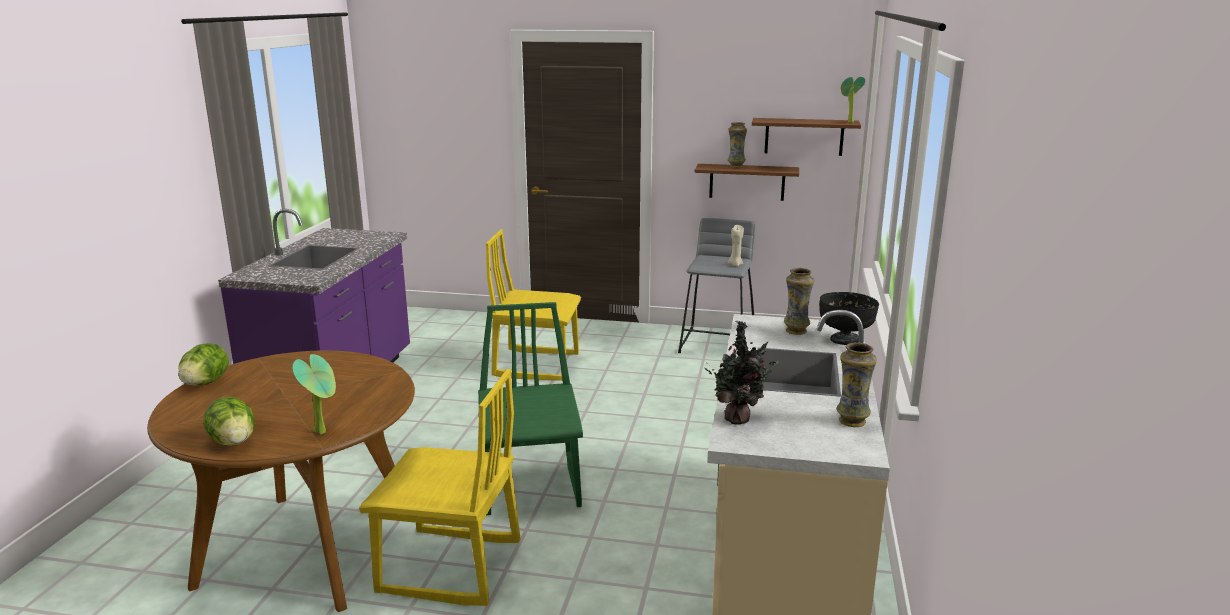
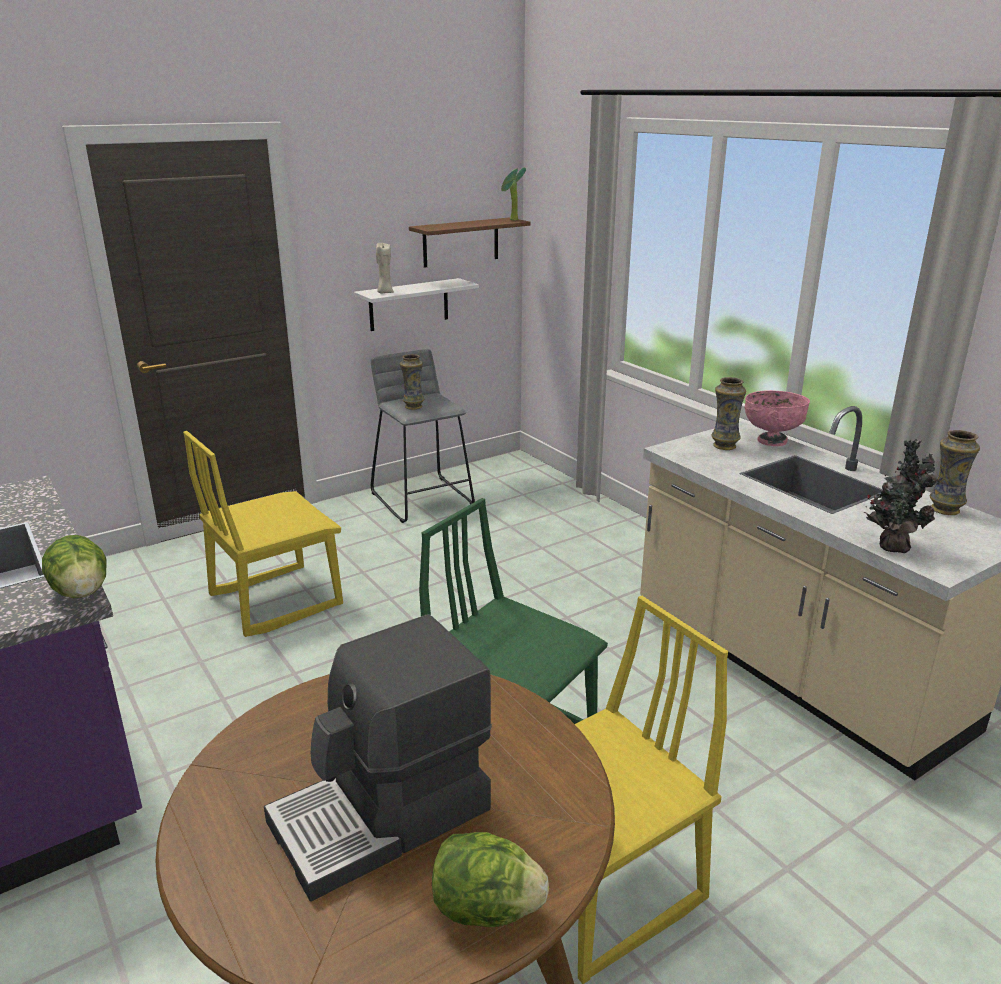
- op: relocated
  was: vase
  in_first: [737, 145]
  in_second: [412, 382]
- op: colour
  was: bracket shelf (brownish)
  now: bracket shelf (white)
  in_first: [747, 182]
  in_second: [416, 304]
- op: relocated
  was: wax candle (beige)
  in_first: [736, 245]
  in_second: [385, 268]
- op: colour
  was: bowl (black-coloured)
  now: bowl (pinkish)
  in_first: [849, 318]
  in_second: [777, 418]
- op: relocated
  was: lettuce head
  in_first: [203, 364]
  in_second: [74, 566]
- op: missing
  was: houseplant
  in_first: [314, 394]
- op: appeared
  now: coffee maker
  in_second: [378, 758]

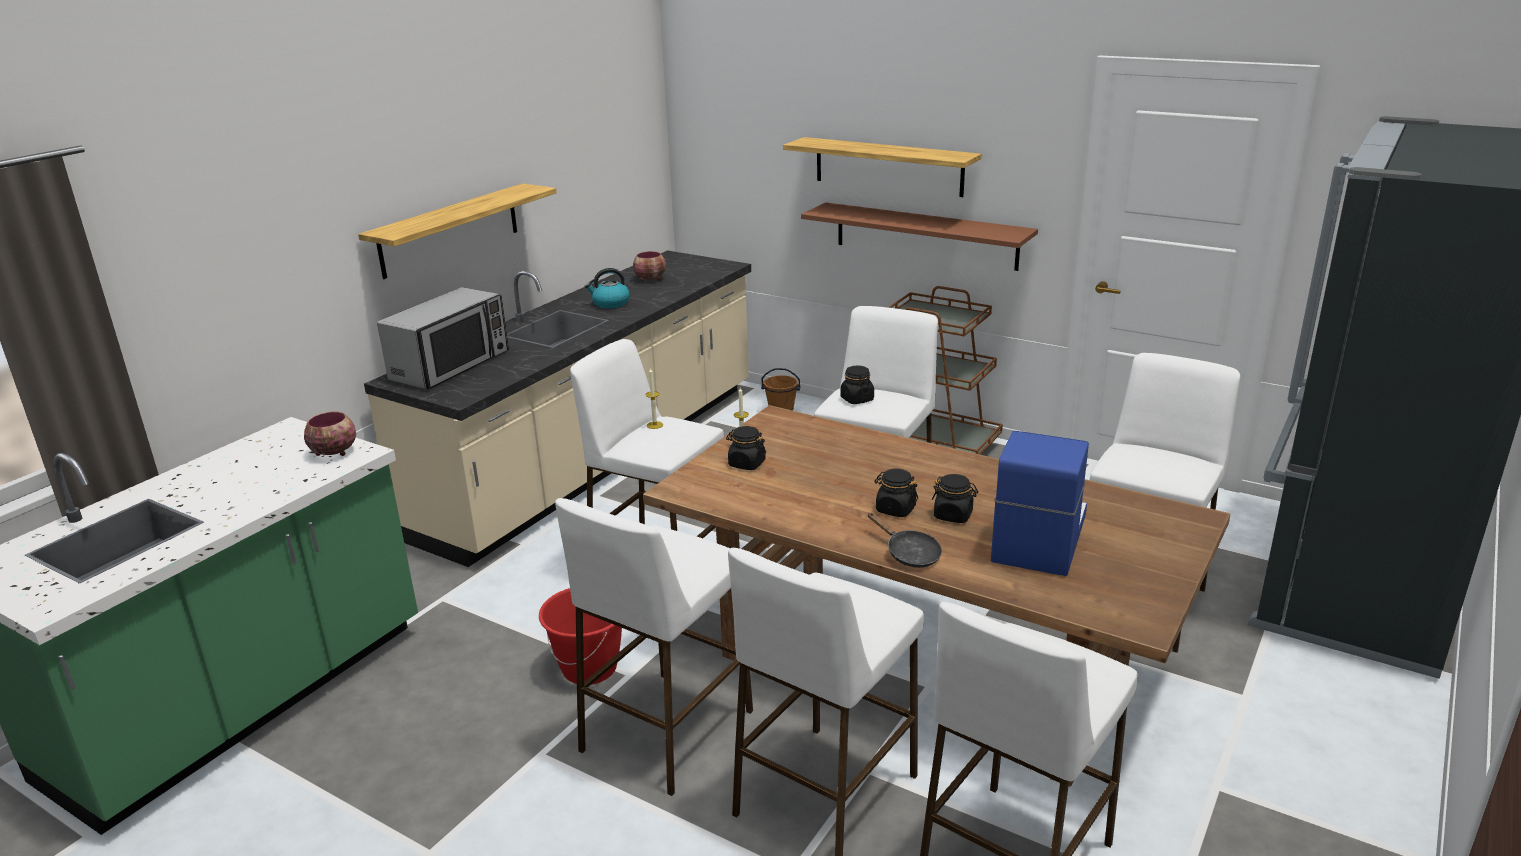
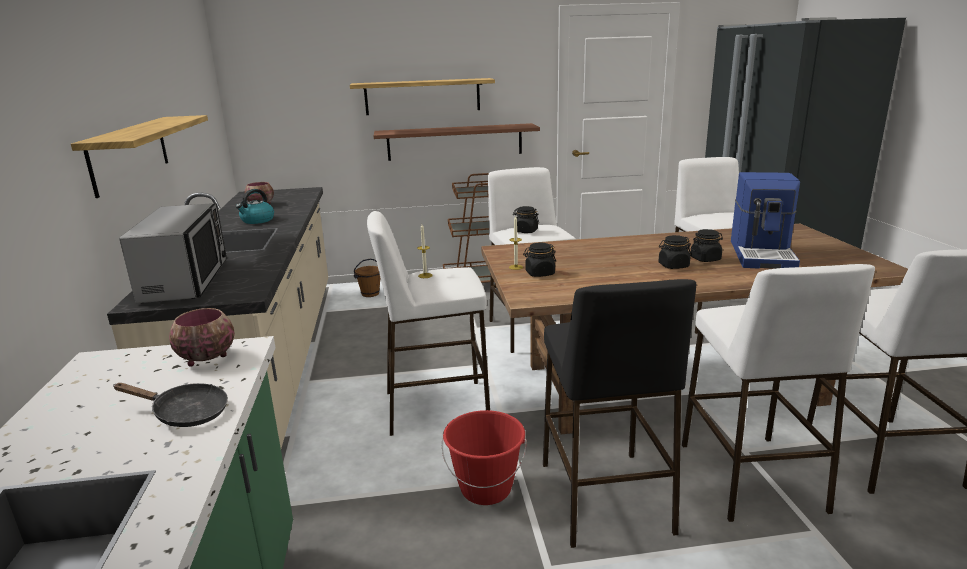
- op: spun
  was: coffee maker
  in_first: [1040, 503]
  in_second: [765, 220]
  clockwise: -150
- op: colour
  was: sitting stool (white)
  now: sitting stool (black-coloured)
  in_first: [654, 647]
  in_second: [619, 413]
- op: relocated
  was: skillet (black-coloured)
  in_first: [905, 540]
  in_second: [171, 405]

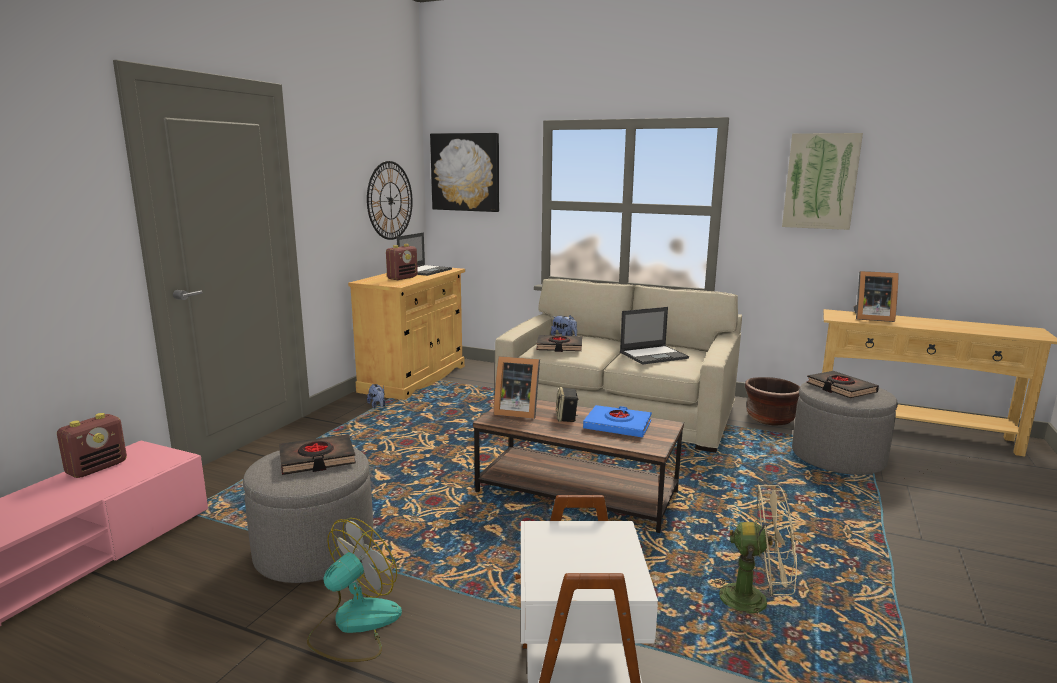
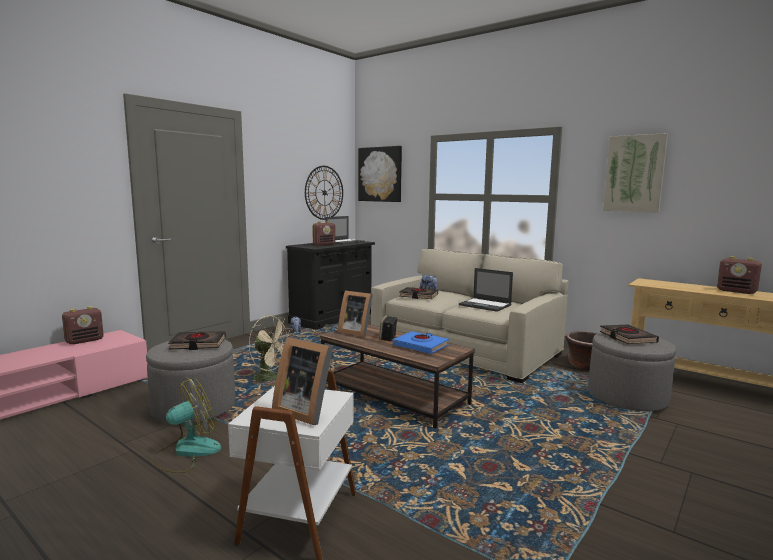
- op: colour
  was: cabinet (beige)
  now: cabinet (black-coloured)
  in_first: [406, 334]
  in_second: [330, 285]
- op: relocated
  was: standing frame
  in_first: [875, 296]
  in_second: [302, 381]
- op: spun
  was: notebook computer
  in_first: [654, 335]
  in_second: [486, 290]
  clockwise: 45
- op: relocated
  was: cooling fan (beige)
  in_first: [754, 550]
  in_second: [271, 349]
- op: appeared
  now: radio set
  in_second: [739, 275]

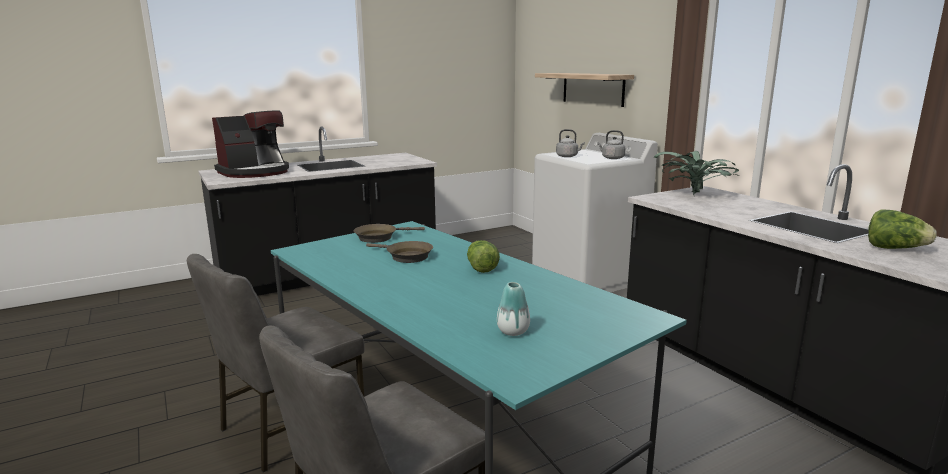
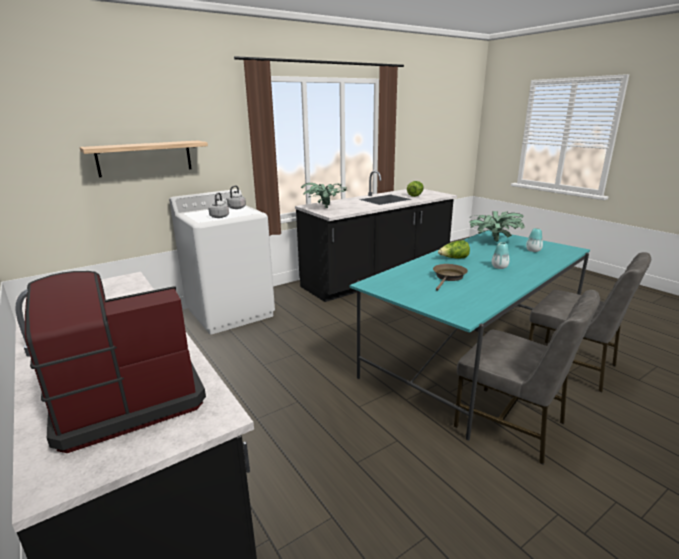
- op: spun
  was: coffee maker
  in_first: [250, 144]
  in_second: [115, 362]
  clockwise: -75
- op: missing
  was: skillet (brownish)
  in_first: [389, 233]
- op: appeared
  now: houseplant
  in_second: [497, 226]
- op: appeared
  now: vase
  in_second: [500, 255]

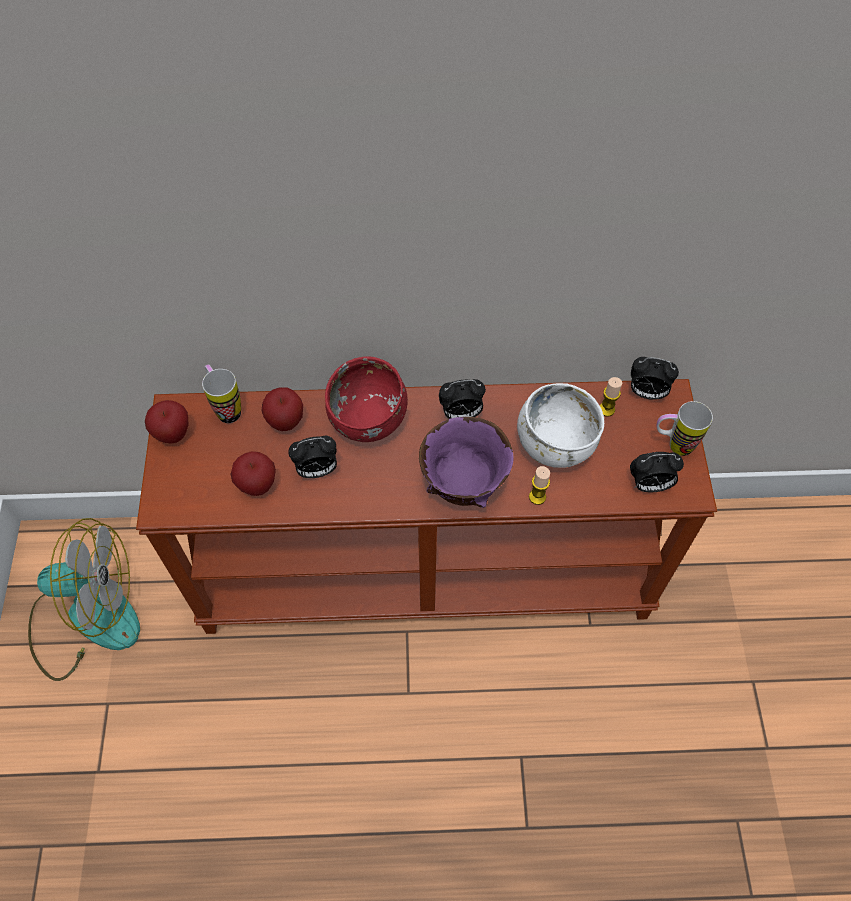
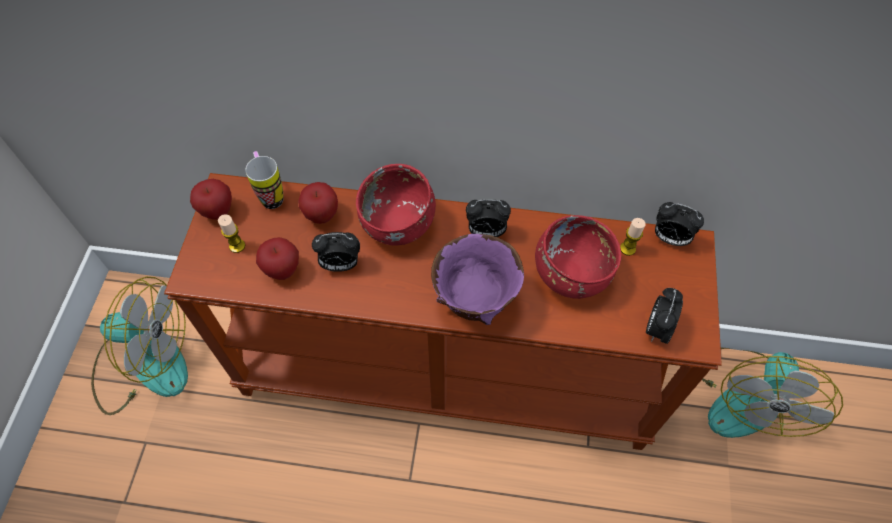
- op: colour
  was: bowl (white)
  now: bowl (reddish)
  in_first: [560, 425]
  in_second: [578, 257]
- op: missing
  was: coffee mug
  in_first: [685, 428]
- op: spun
  was: bedside clock
  in_first: [657, 472]
  in_second: [664, 316]
  clockwise: 105
- op: relocated
  was: wax candle
  in_first: [539, 485]
  in_second: [231, 233]
- op: appeared
  now: cooling fan
  in_second: [772, 393]

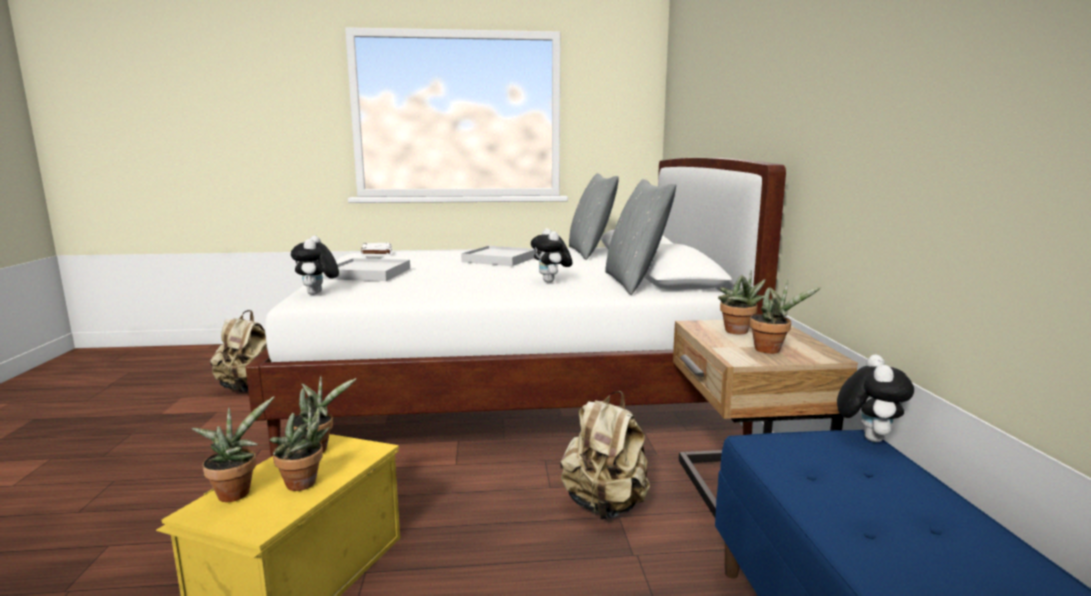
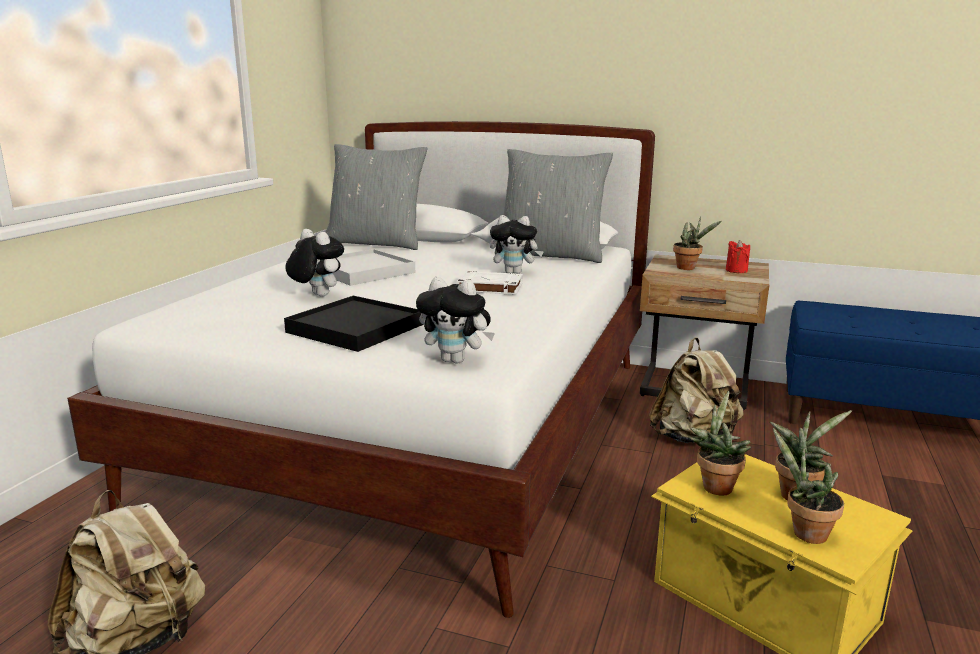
- op: relocated
  was: bound book (white)
  in_first: [376, 249]
  in_second: [490, 283]
- op: colour
  was: serving tray (white)
  now: serving tray (black-coloured)
  in_first: [366, 269]
  in_second: [354, 324]
- op: exchanged
  was: houseplant
  now: wax candle (reddish)
  in_first: [785, 317]
  in_second: [738, 256]
- op: relocated
  was: soft toy
  in_first: [875, 398]
  in_second: [314, 263]

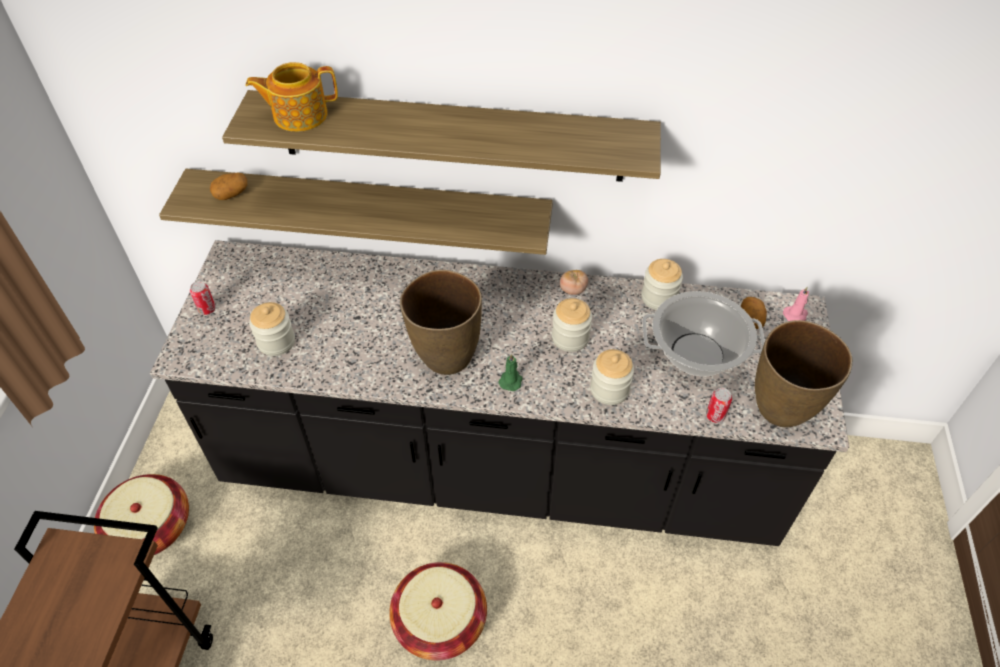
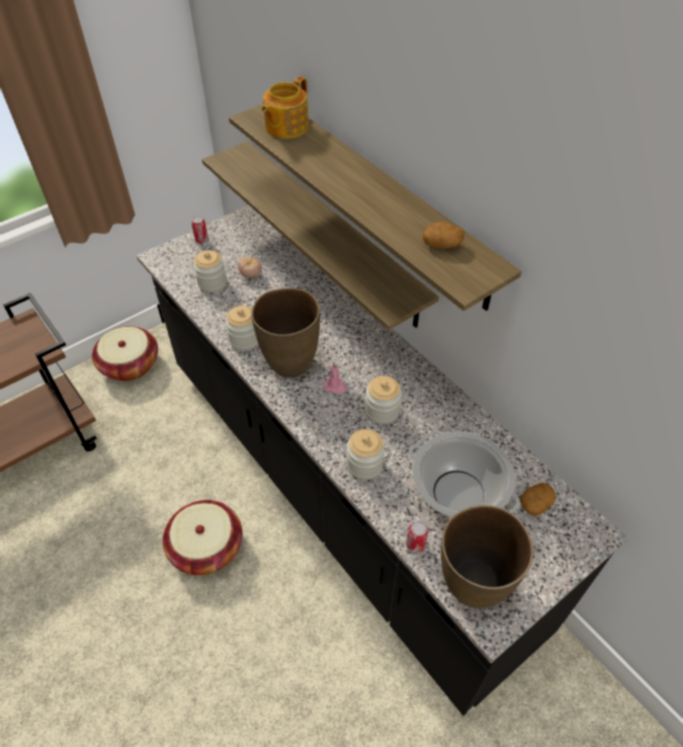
- op: spun
  was: tea pot
  in_first: [292, 97]
  in_second: [285, 107]
  clockwise: -90
- op: relocated
  was: whole potato
  in_first: [228, 186]
  in_second: [443, 235]
- op: relocated
  was: storage jar
  in_first: [662, 284]
  in_second: [241, 328]
- op: relocated
  was: tomato
  in_first: [574, 282]
  in_second: [250, 267]
- op: relocated
  was: wax candle (pinkish)
  in_first: [796, 304]
  in_second: [335, 378]
- op: missing
  was: wax candle (greenish)
  in_first: [510, 372]

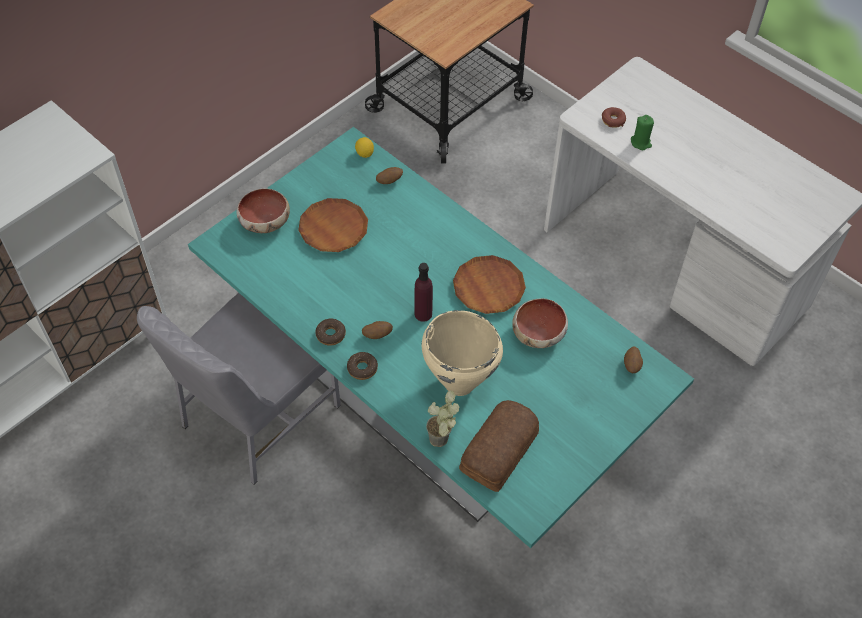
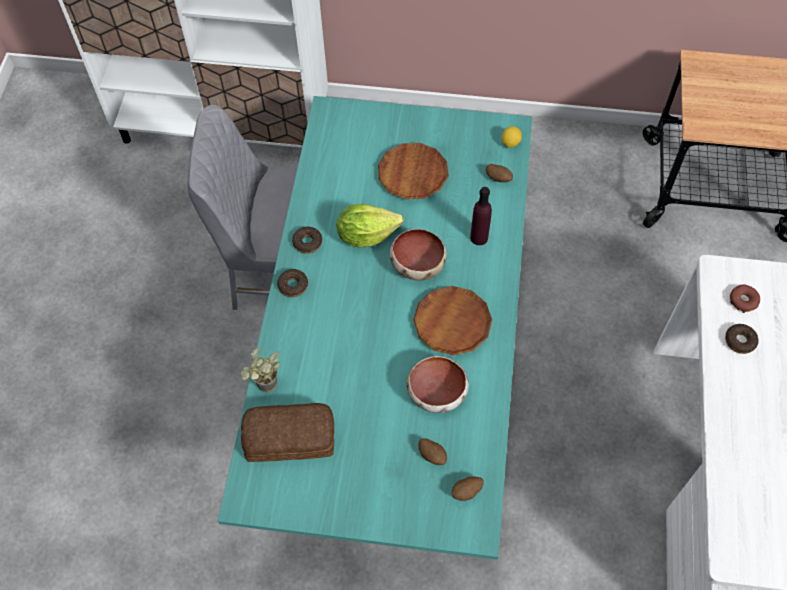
- op: exchanged
  was: wax candle (greenish)
  now: ring doughnut
  in_first: [642, 133]
  in_second: [742, 339]
- op: relocated
  was: bowl
  in_first: [263, 211]
  in_second: [417, 254]
- op: relocated
  was: drink bottle (purplish)
  in_first: [424, 292]
  in_second: [481, 216]
- op: missing
  was: saucepot (beige)
  in_first: [462, 353]
- op: relocated
  was: whole potato
  in_first: [377, 330]
  in_second: [433, 451]
- op: appeared
  now: lettuce head
  in_second: [370, 226]

